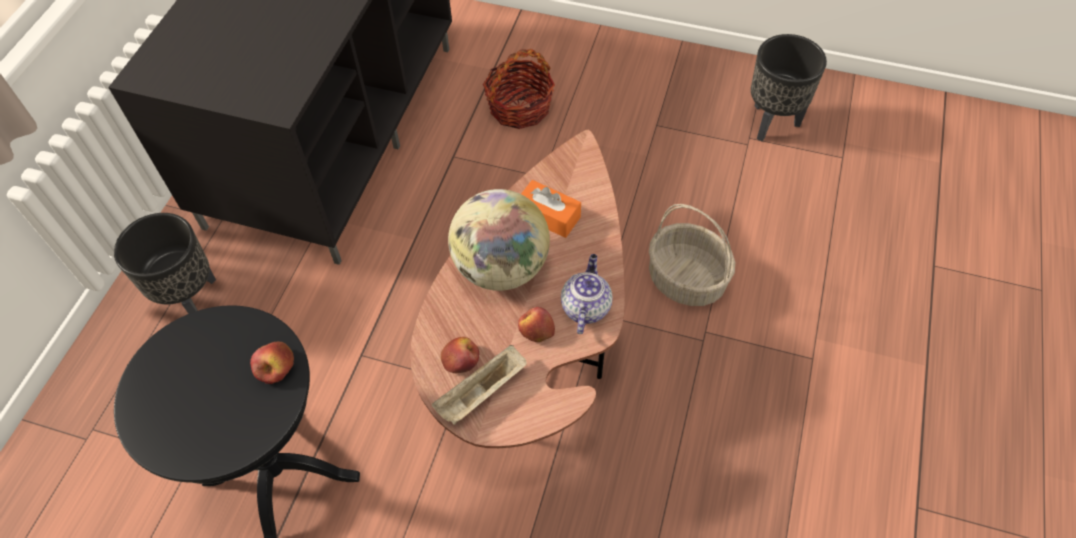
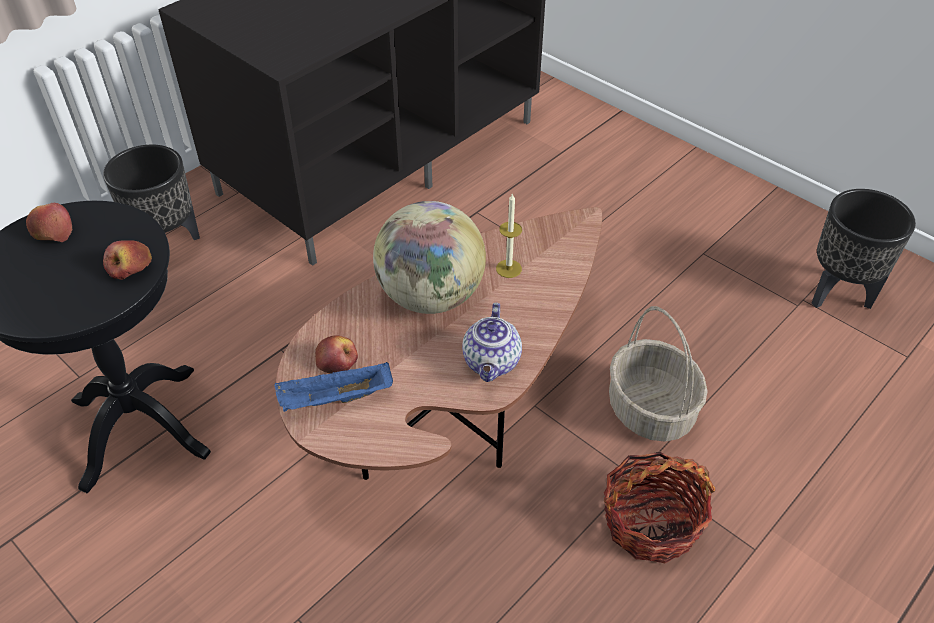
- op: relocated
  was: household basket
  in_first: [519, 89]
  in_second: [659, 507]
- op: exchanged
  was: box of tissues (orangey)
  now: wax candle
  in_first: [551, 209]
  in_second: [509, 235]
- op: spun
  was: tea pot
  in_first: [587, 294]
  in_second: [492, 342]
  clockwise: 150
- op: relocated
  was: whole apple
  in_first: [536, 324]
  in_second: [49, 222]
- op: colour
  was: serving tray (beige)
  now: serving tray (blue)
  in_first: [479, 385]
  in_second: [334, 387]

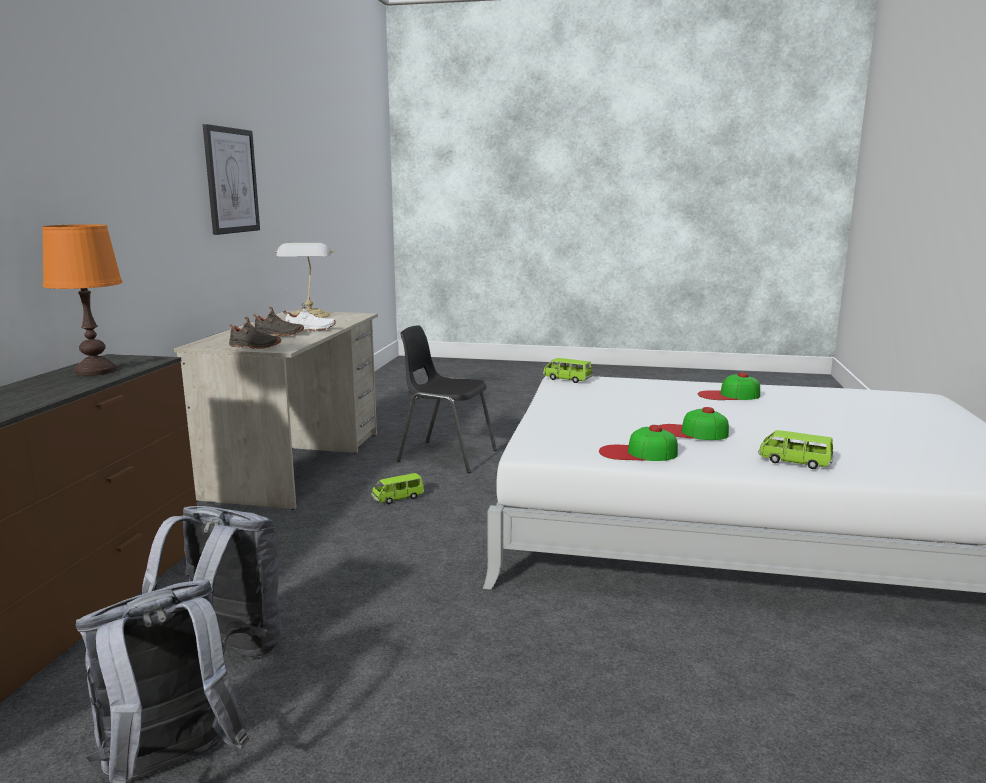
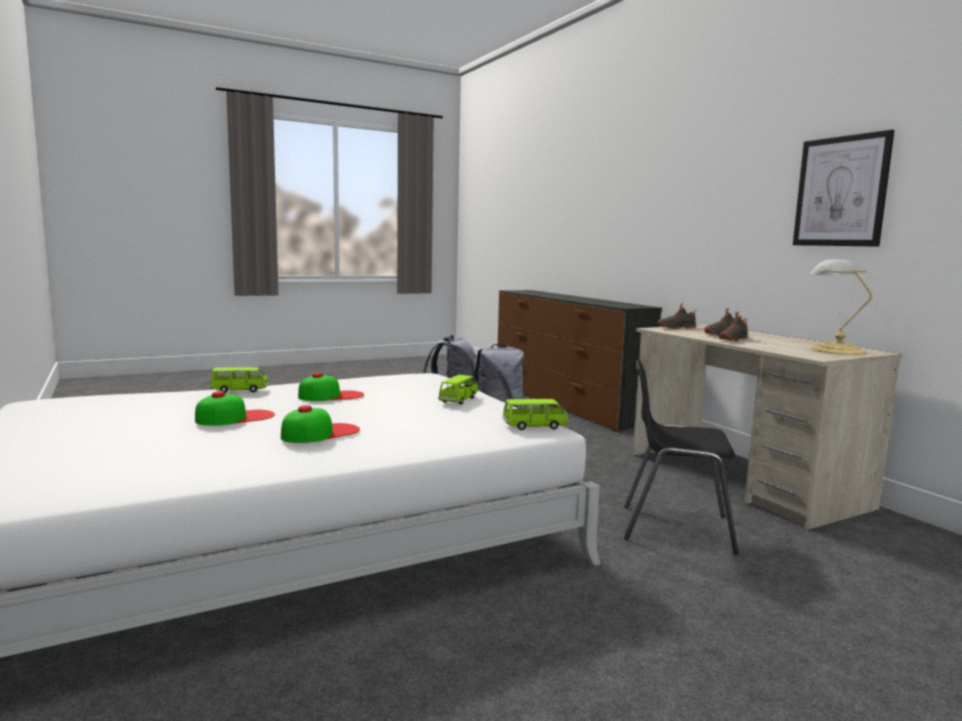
- op: missing
  was: tabletop lamp (orangey)
  in_first: [82, 300]
- op: colour
  was: item of footwear (white)
  now: item of footwear (black-coloured)
  in_first: [309, 317]
  in_second: [733, 327]
- op: spun
  was: plain chair (black-coloured)
  in_first: [447, 399]
  in_second: [681, 457]
  clockwise: -150
- op: relocated
  was: cap
  in_first: [638, 443]
  in_second: [235, 408]
- op: relocated
  was: miniature car (greenish)
  in_first: [398, 488]
  in_second: [458, 389]

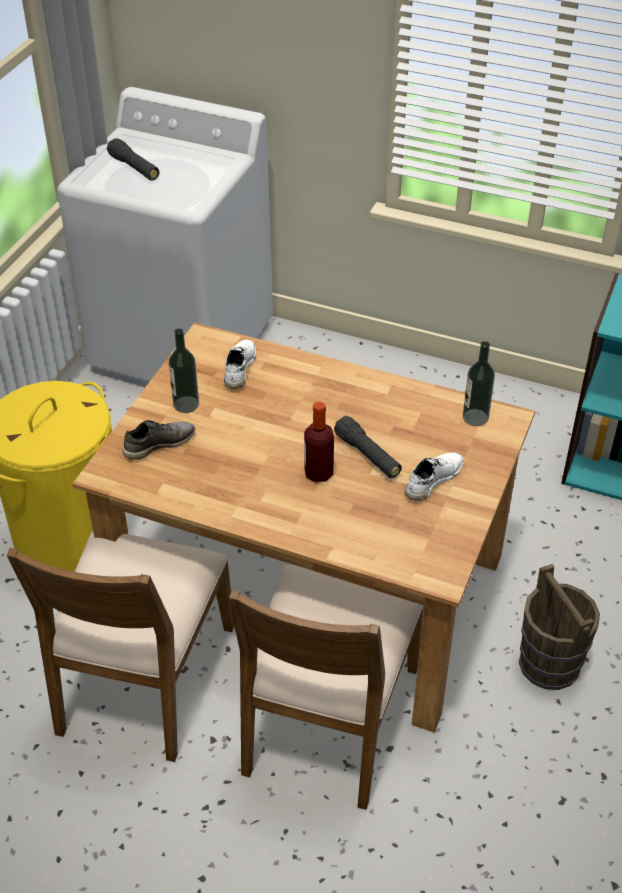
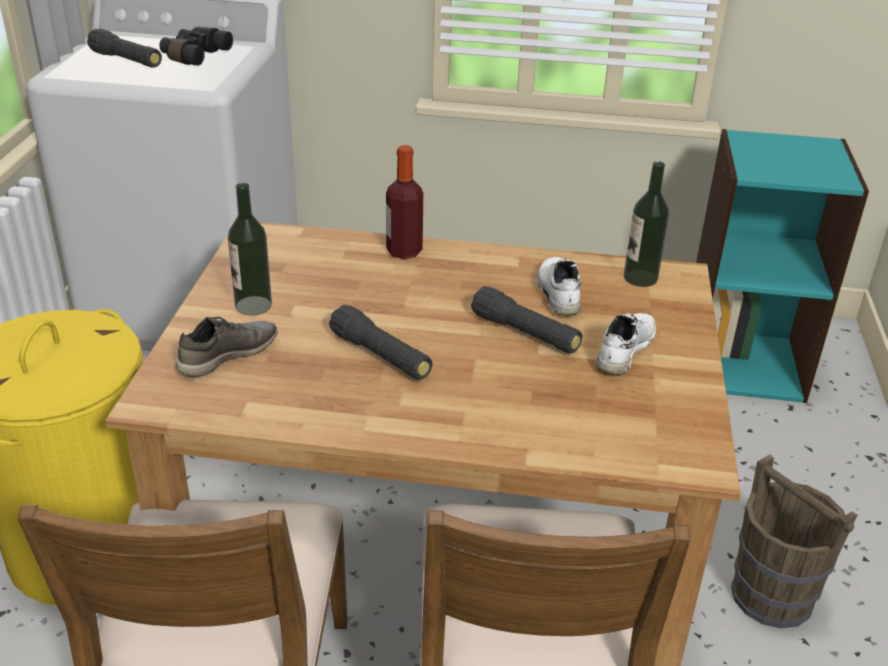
- op: relocated
  was: item of footwear (white)
  in_first: [240, 364]
  in_second: [559, 286]
- op: relocated
  was: drink bottle
  in_first: [319, 442]
  in_second: [405, 202]
- op: appeared
  now: field glasses (black-coloured)
  in_second: [196, 46]
- op: appeared
  now: flashlight (black-coloured)
  in_second: [381, 342]

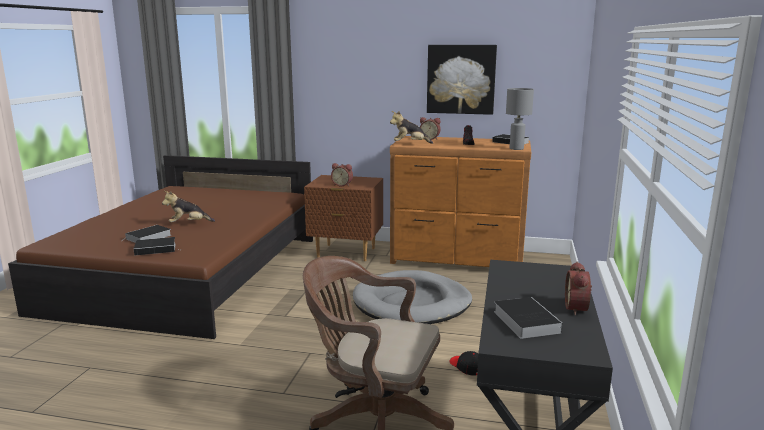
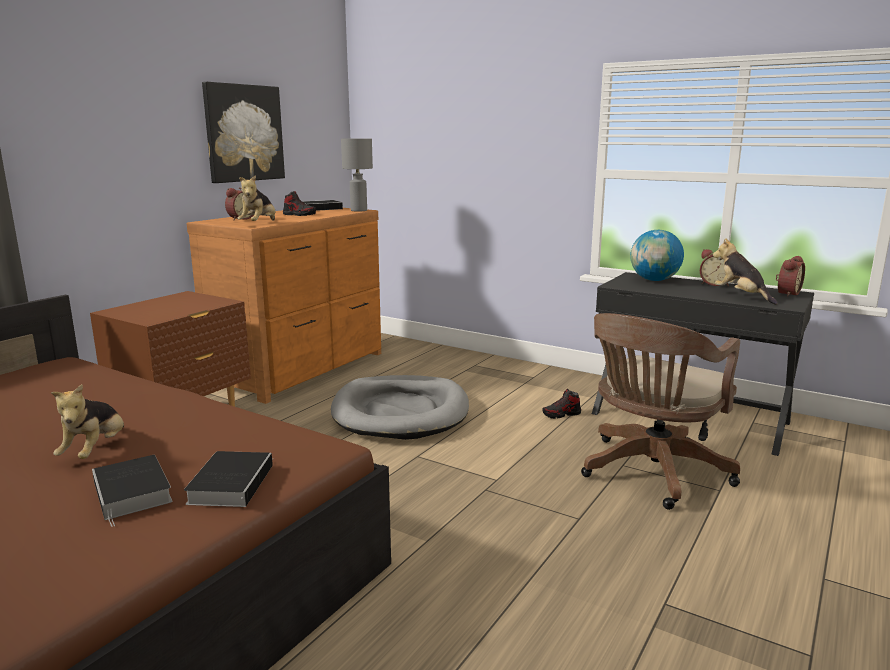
- op: relocated
  was: bedside clock
  in_first: [342, 174]
  in_second: [790, 276]
- op: exchanged
  was: bound book
  now: soft toy
  in_first: [528, 318]
  in_second: [745, 271]
- op: exchanged
  was: cap (black-coloured)
  now: item of footwear
  in_first: [463, 363]
  in_second: [561, 404]
- op: appeared
  now: globe
  in_second: [657, 255]

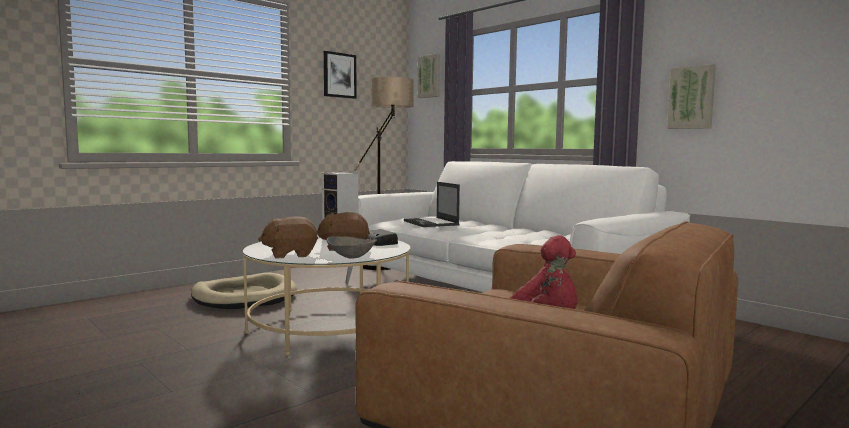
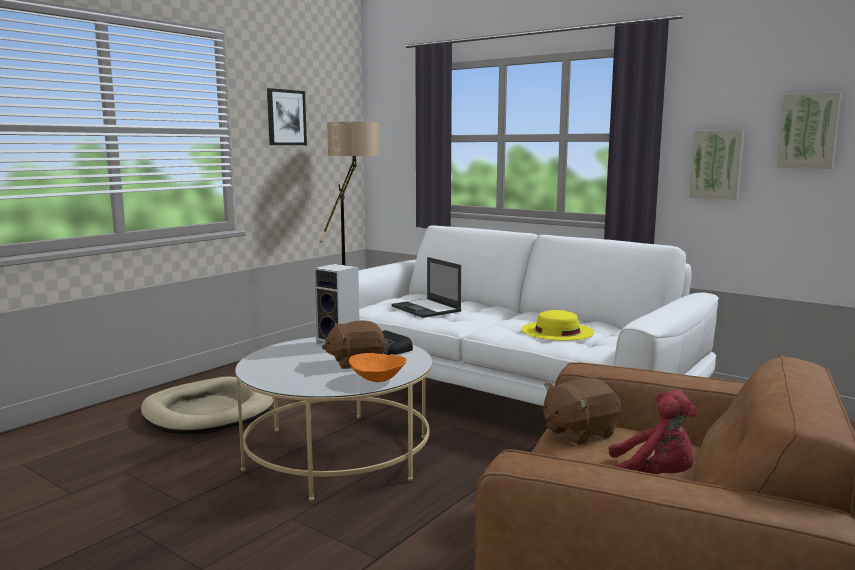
- op: relocated
  was: picture
  in_first: [429, 76]
  in_second: [809, 130]
- op: relocated
  was: soft toy (brownish)
  in_first: [288, 237]
  in_second: [582, 411]
- op: colour
  was: bowl (grey)
  now: bowl (orangey)
  in_first: [352, 247]
  in_second: [377, 368]
- op: appeared
  now: clothing hat (yellow)
  in_second: [558, 325]

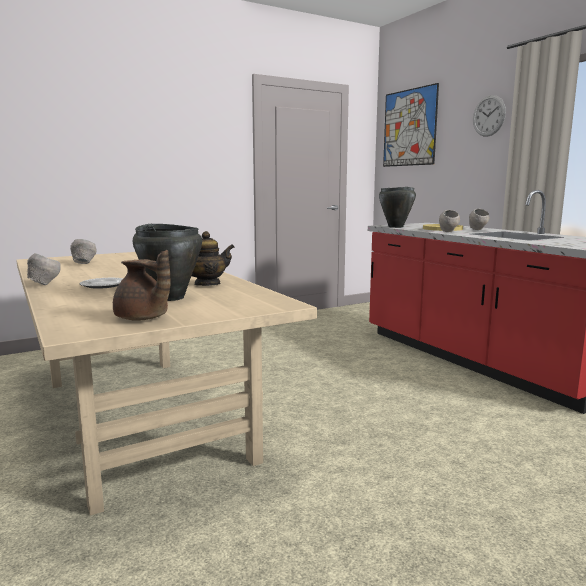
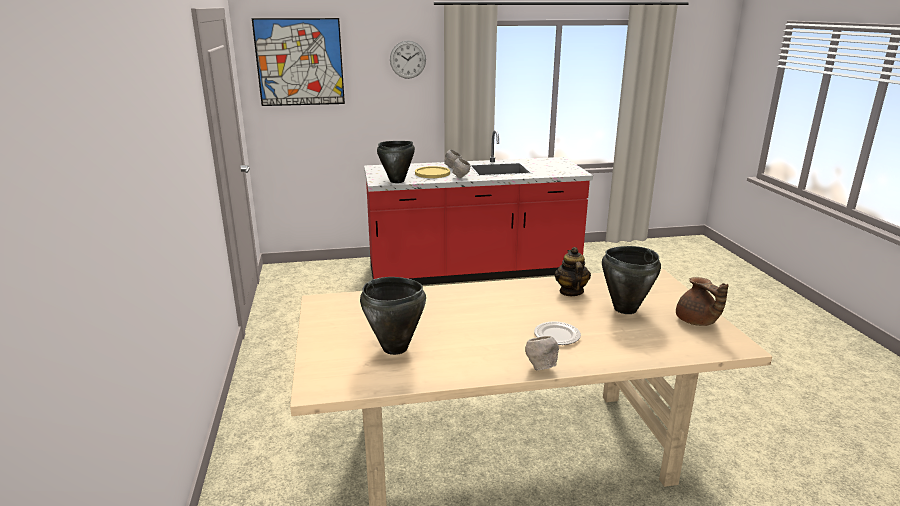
- op: exchanged
  was: bowl (grey)
  now: saucepot (black-coloured)
  in_first: [83, 251]
  in_second: [393, 316]
- op: spun
  was: tea pot (brownish)
  in_first: [141, 285]
  in_second: [702, 301]
  clockwise: 105

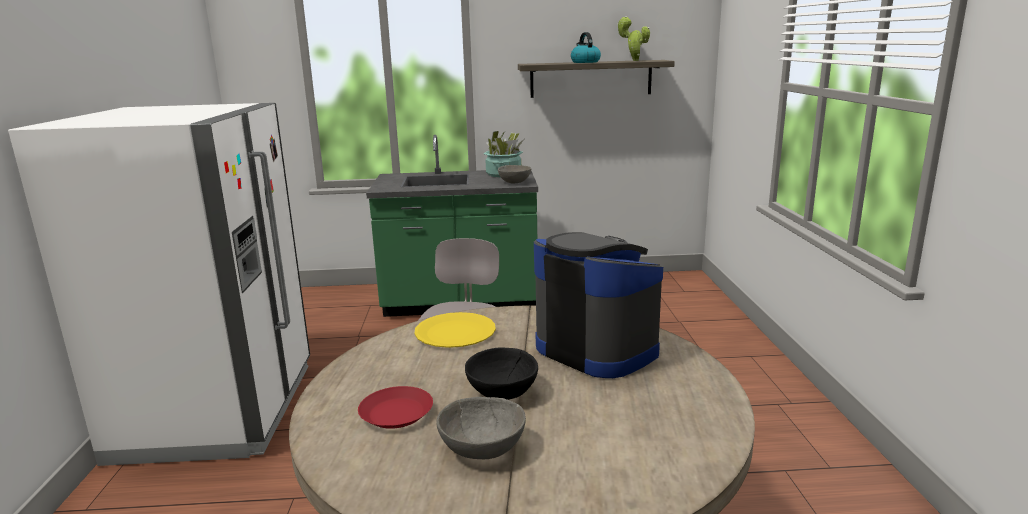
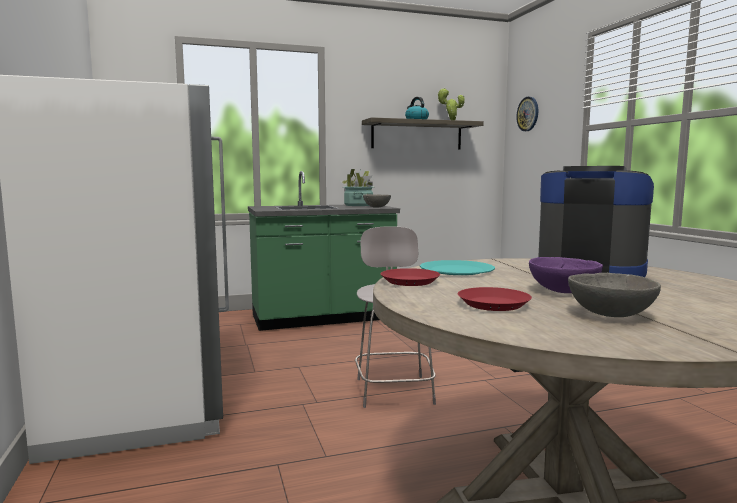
- op: colour
  was: flat dish (yellow)
  now: flat dish (blue-green)
  in_first: [455, 330]
  in_second: [457, 267]
- op: colour
  was: bowl (black-coloured)
  now: bowl (purplish)
  in_first: [501, 373]
  in_second: [566, 275]
- op: appeared
  now: wall clock
  in_second: [527, 114]
- op: appeared
  now: flat dish (reddish)
  in_second: [410, 277]

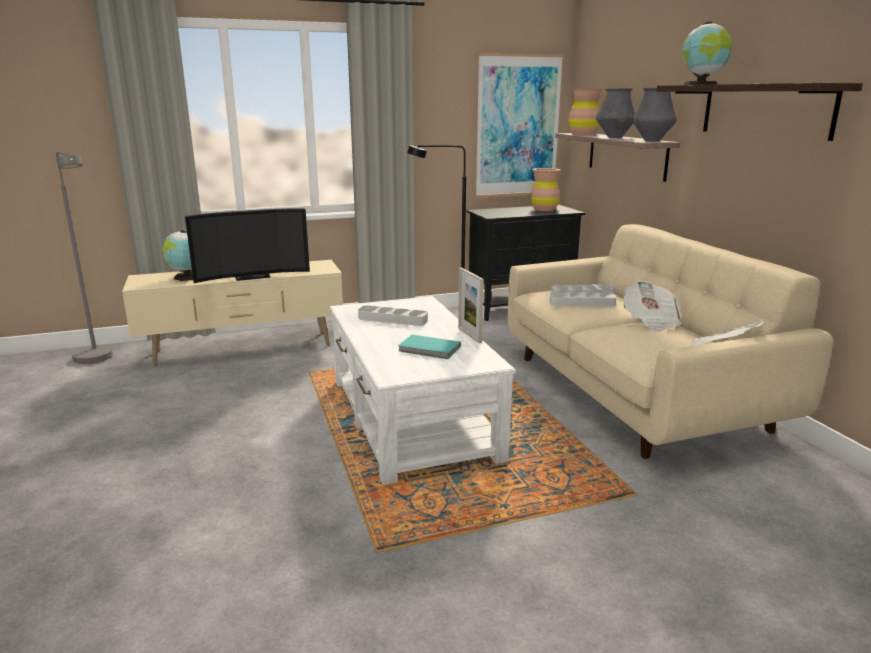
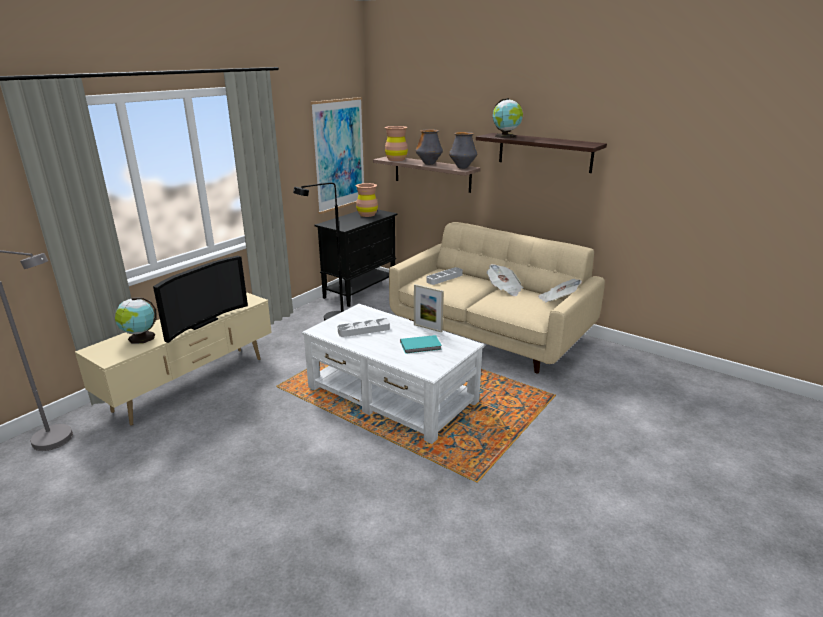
- op: missing
  was: serving tray (grey)
  in_first: [583, 299]

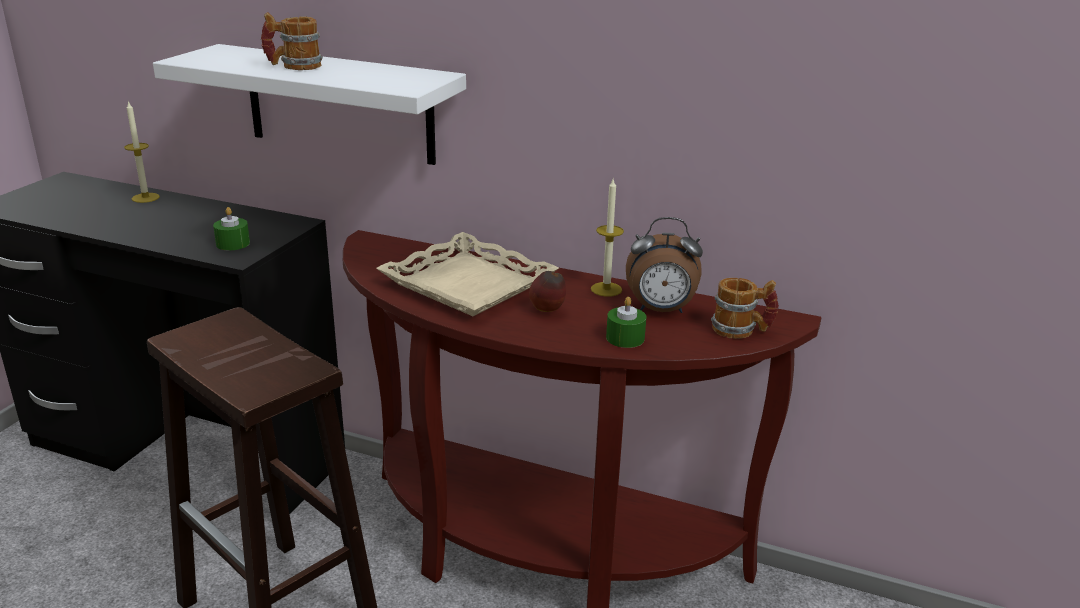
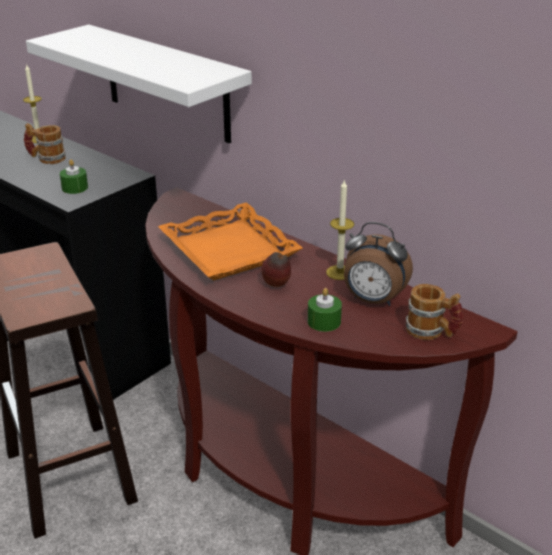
- op: relocated
  was: coffee mug
  in_first: [292, 41]
  in_second: [45, 143]
- op: colour
  was: serving tray (beige)
  now: serving tray (orangey)
  in_first: [467, 274]
  in_second: [230, 241]

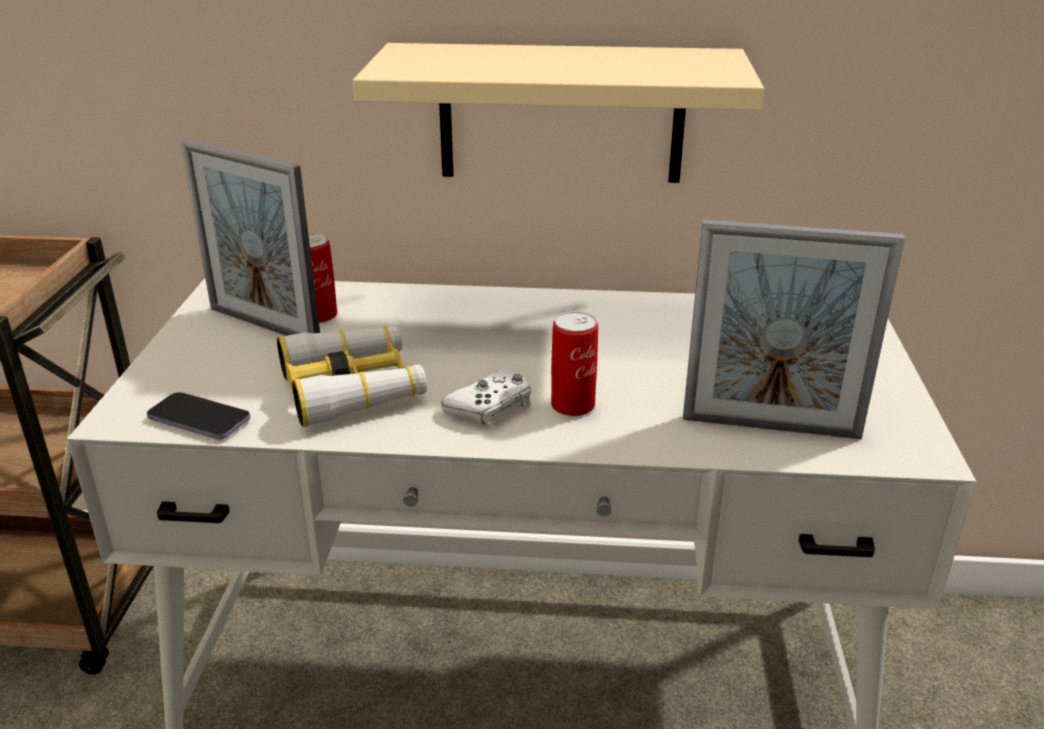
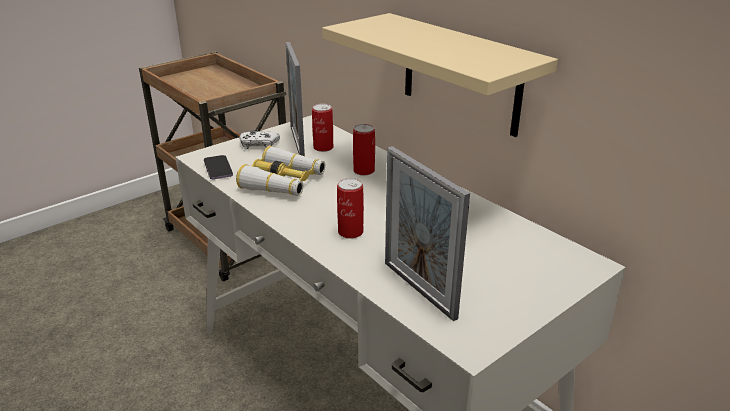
- op: relocated
  was: gamepad (white)
  in_first: [486, 397]
  in_second: [259, 140]
- op: appeared
  now: sealed can
  in_second: [364, 150]

